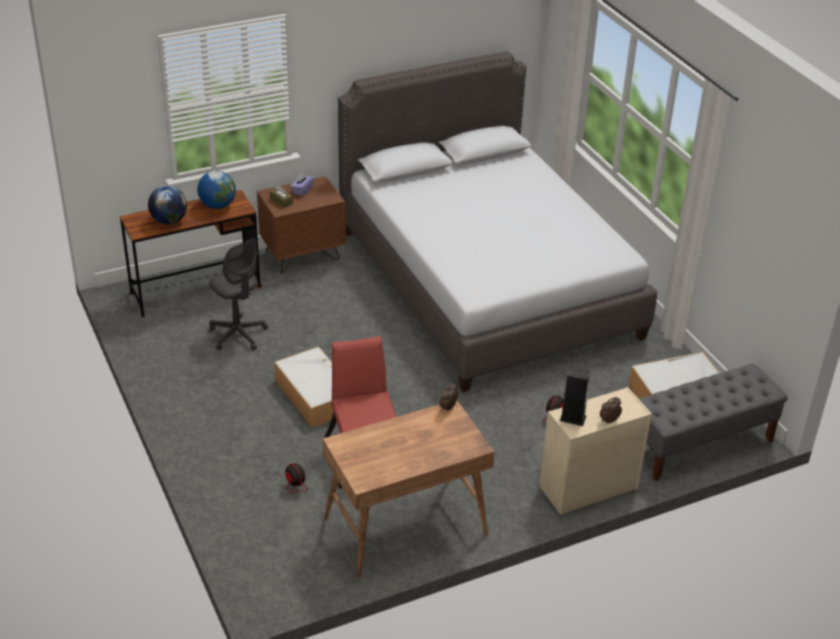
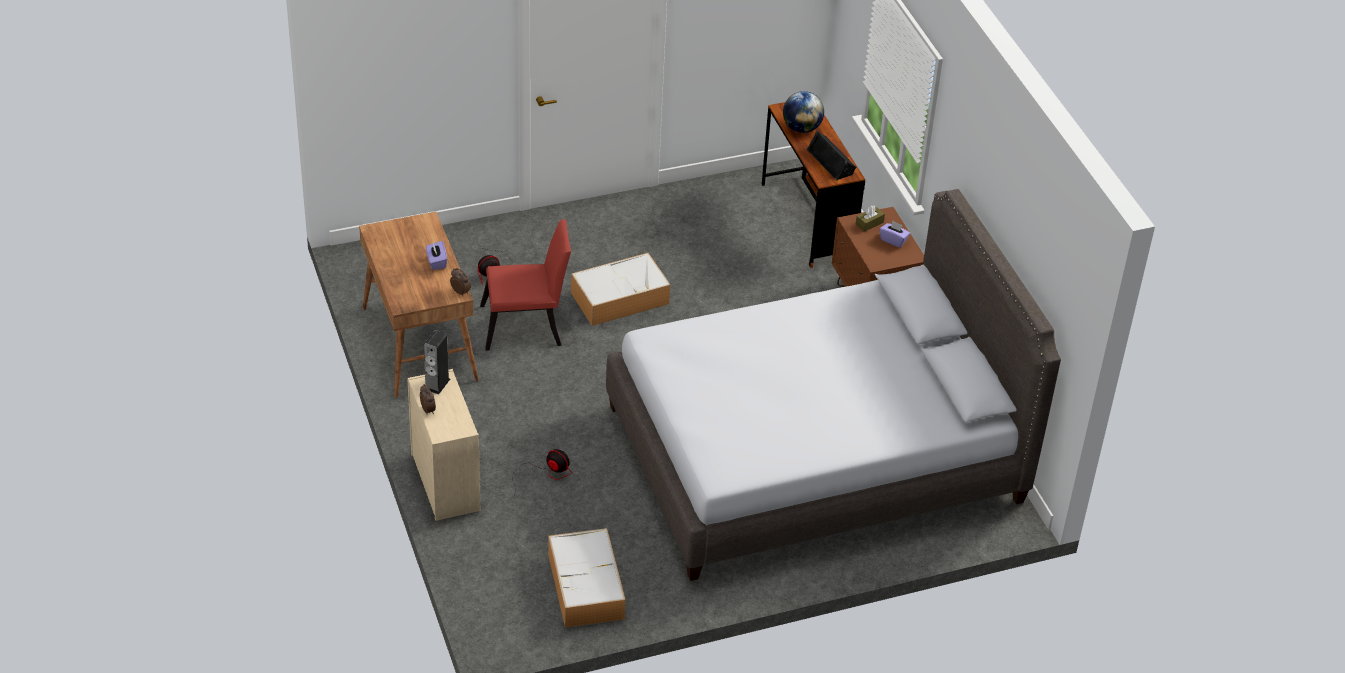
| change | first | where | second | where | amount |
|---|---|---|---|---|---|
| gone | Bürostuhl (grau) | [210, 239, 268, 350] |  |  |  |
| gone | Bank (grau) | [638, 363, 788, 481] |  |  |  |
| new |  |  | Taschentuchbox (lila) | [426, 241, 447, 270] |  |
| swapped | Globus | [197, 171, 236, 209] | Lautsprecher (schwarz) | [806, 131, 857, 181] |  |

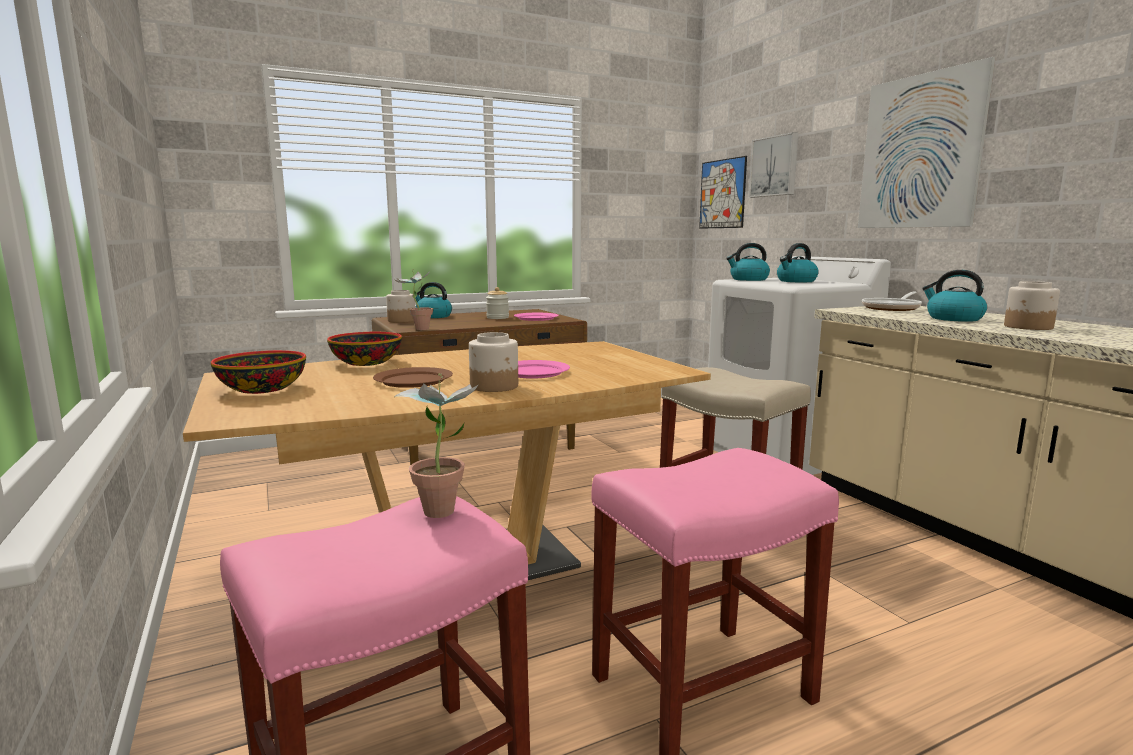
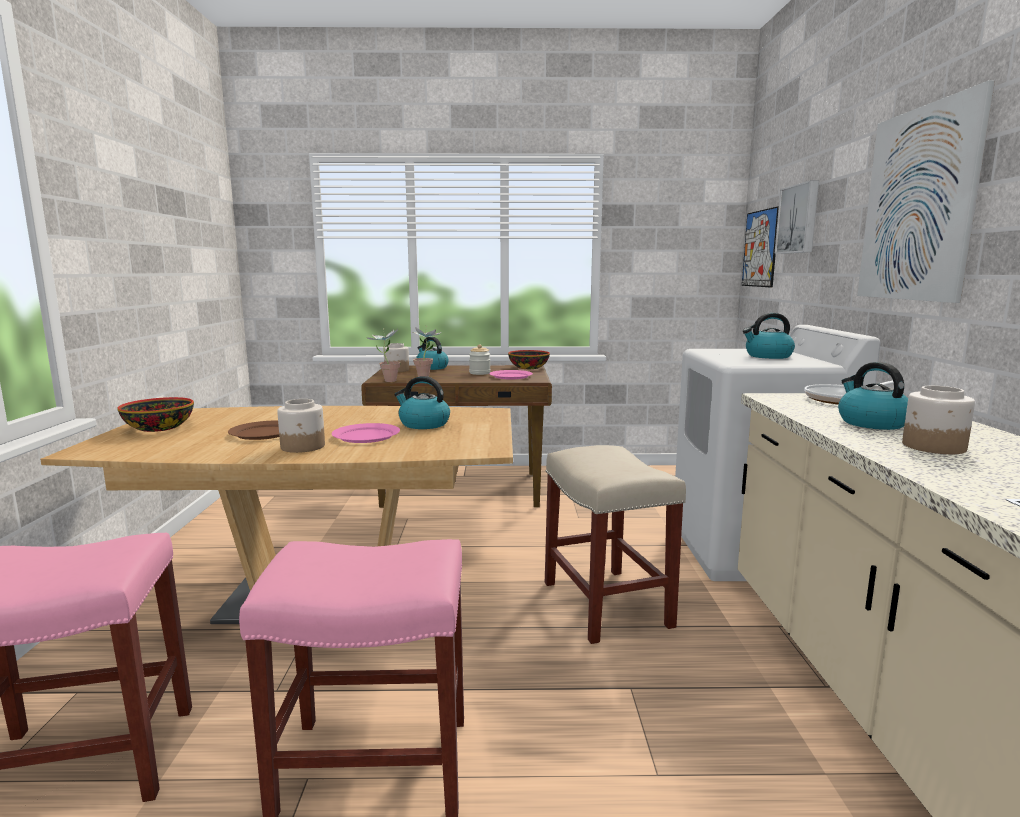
| change | first | where | second | where | amount |
|---|---|---|---|---|---|
| shifted | Schüssel | [327, 332, 402, 366] |  | [508, 350, 550, 369] |  |
| shifted | Topfpflanze | [394, 373, 479, 518] |  | [413, 327, 441, 377] |  |
| shifted | Wasserkessel | [726, 243, 770, 281] |  | [394, 376, 450, 429] |  |

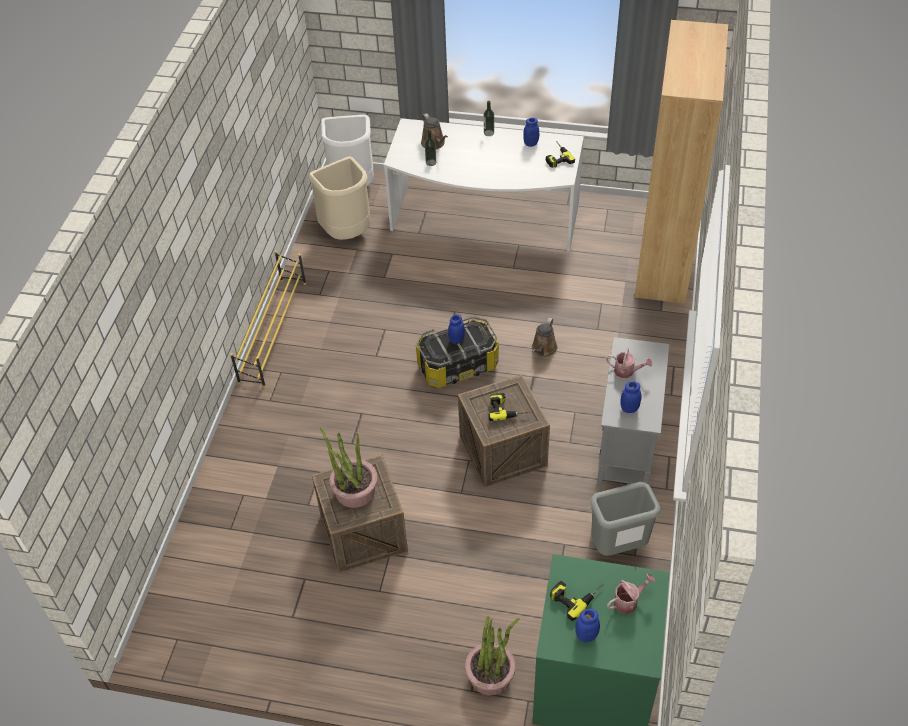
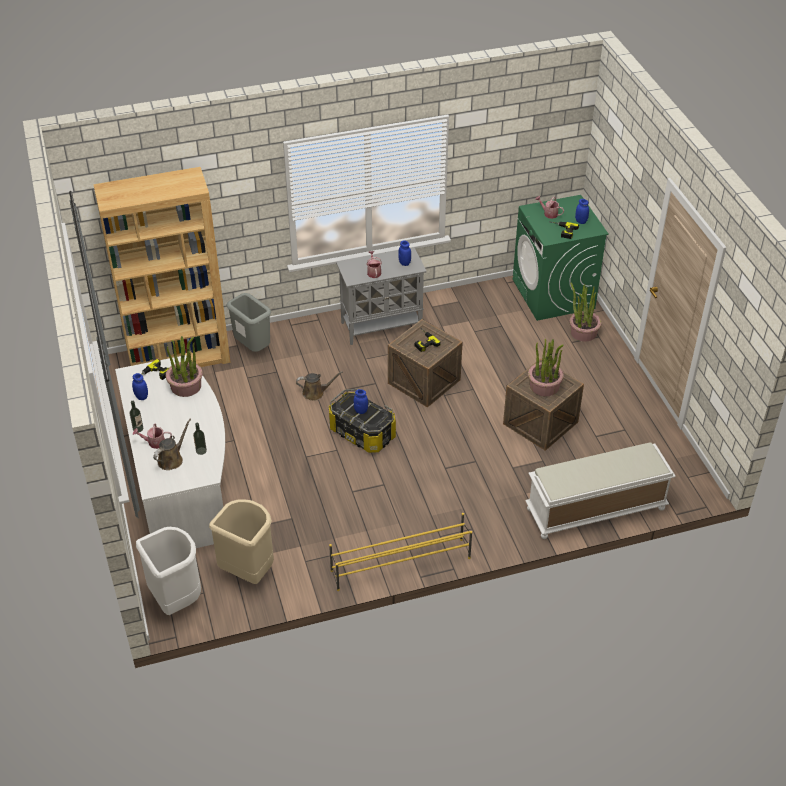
| change | first | where | second | where | amount |
|---|---|---|---|---|---|
| new |  |  | Gießkanne | [133, 423, 172, 449] |  |
| new |  |  | Topfpflanze | [166, 336, 203, 397] |  |
| new |  |  | Bank (weiß) | [525, 443, 676, 539] |  |
| shifted | Mülleimer (grau) | [590, 482, 661, 556] |  | [226, 293, 271, 352] |  |

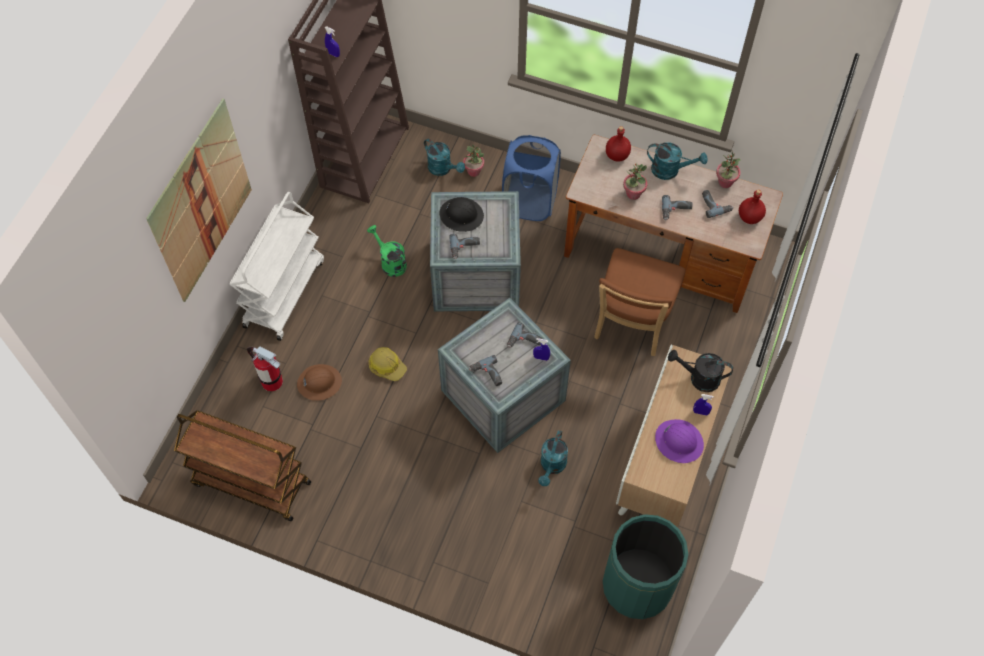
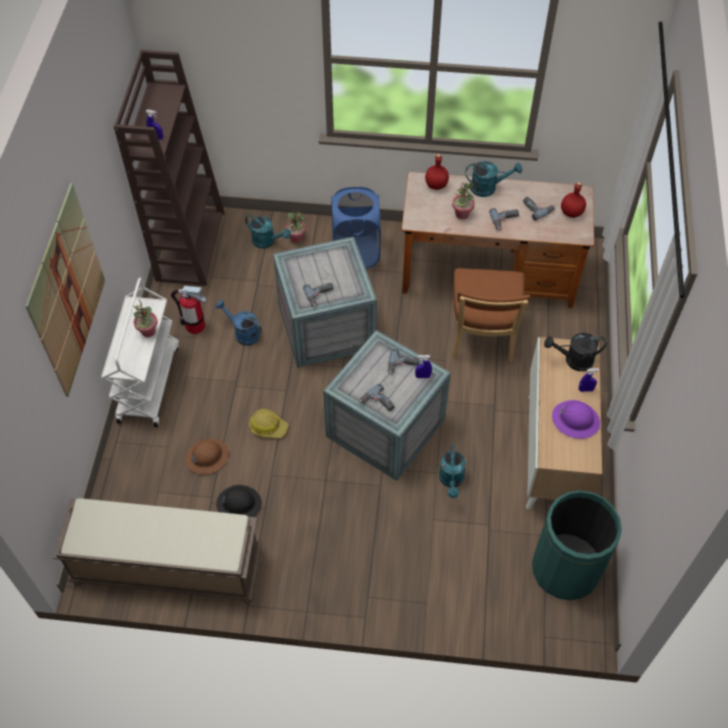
| change | first | where | second | where | amount |
|---|---|---|---|---|---|
| shifted | Feuerlöscher | [247, 346, 283, 391] |  | [171, 286, 206, 334] |  |
| shifted | Schutzhelm (schwarz) | [439, 197, 484, 232] |  | [216, 485, 262, 517] |  |
| shifted | Topfpflanze | [716, 151, 741, 188] |  | [133, 299, 158, 337] |  |
| swapped | Rollwagen (braun) | [174, 410, 311, 521] | Bank (braun) | [53, 498, 262, 603] |  |
| repainted | Gießkanne (grün) | [367, 225, 407, 277] | Gießkanne (blau) | [216, 300, 262, 346] |  |

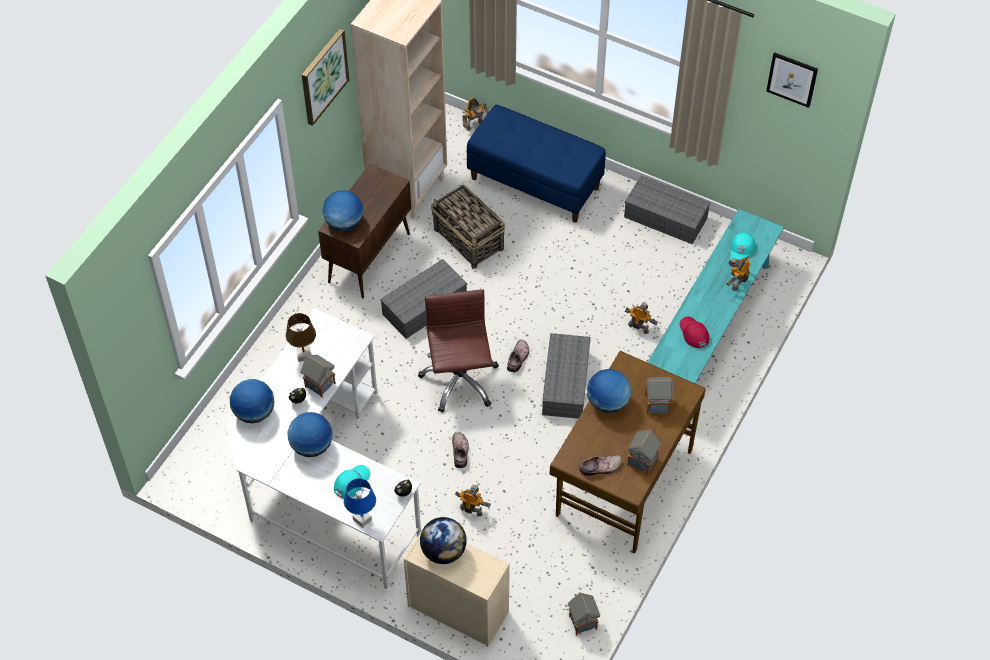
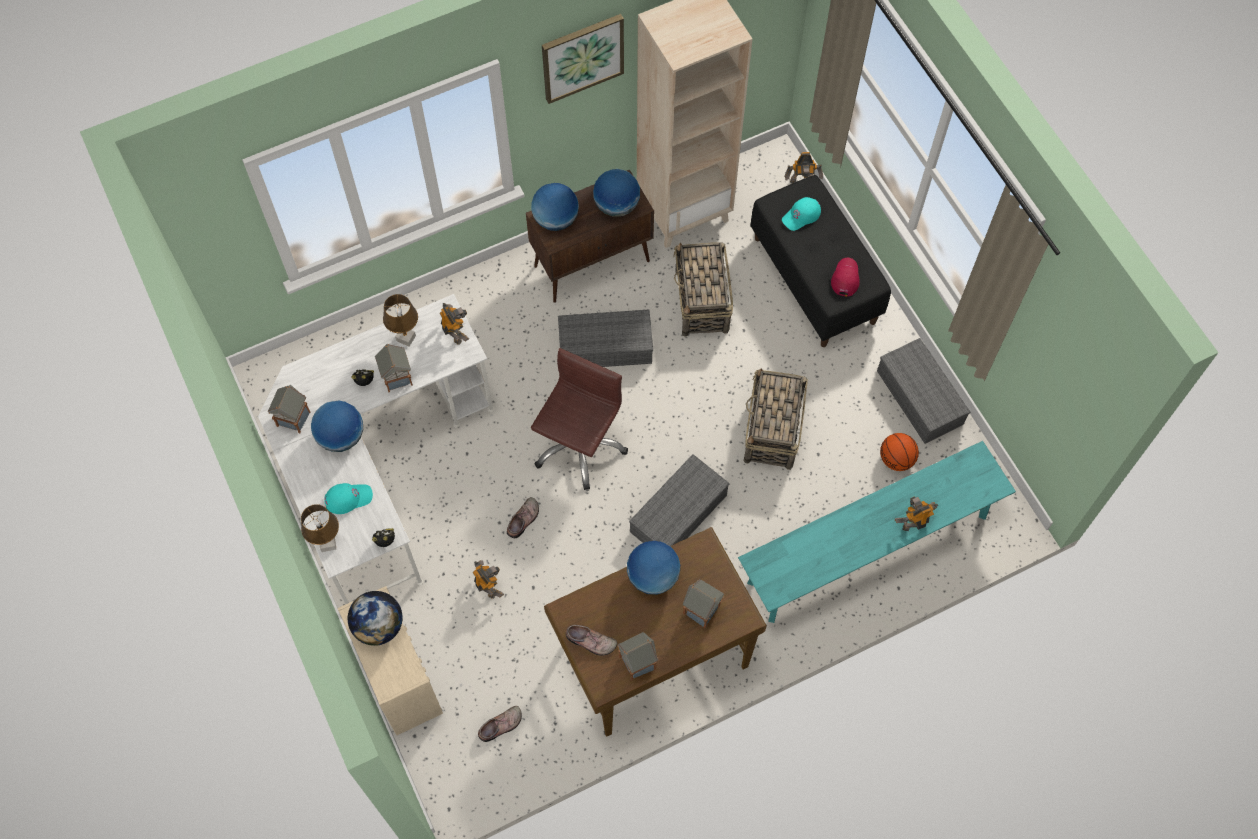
| change | first | where | second | where | amount |
|---|---|---|---|---|---|
| gone | Bild | [766, 52, 818, 108] |  |  |  |
| new |  |  | Korb | [744, 368, 808, 470] |  |
| new |  |  | Basketball | [880, 433, 919, 471] |  |
| shifted | Globus | [230, 379, 274, 424] |  | [593, 169, 640, 217] |  |
| shifted | Schuh | [507, 339, 529, 372] |  | [478, 706, 522, 742] |  |
| shifted | Spielzeughaus | [568, 593, 600, 636] |  | [268, 385, 310, 433] |  |
| shifted | Spielzeugroboter | [625, 302, 658, 334] |  | [440, 303, 469, 345] |  |
| shifted | Kappe (rot) | [680, 316, 709, 348] |  | [831, 258, 860, 296] |  |
| shifted | Kappe (türkis) | [730, 232, 755, 260] |  | [782, 197, 821, 231] |  |
| repainted | Tischlampe (blau) | [344, 478, 376, 528] | Tischlampe (braun) | [301, 504, 339, 552] |  |
| repainted | Bank (blau) | [466, 105, 606, 223] | Bank (schwarz) | [750, 175, 891, 347] |  |

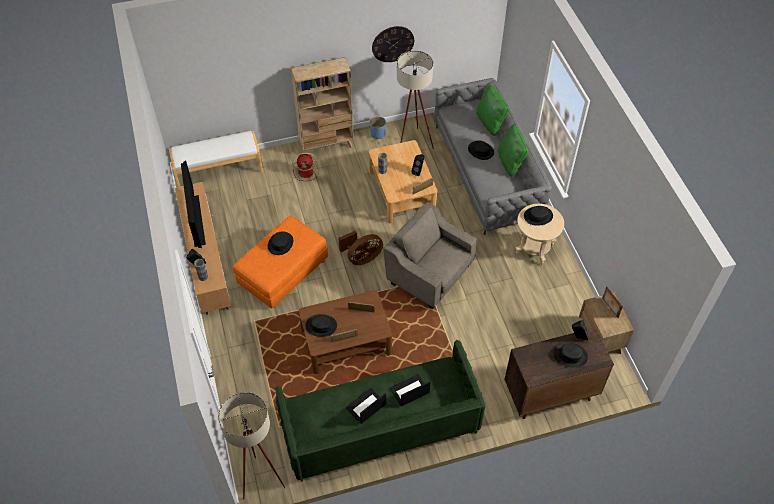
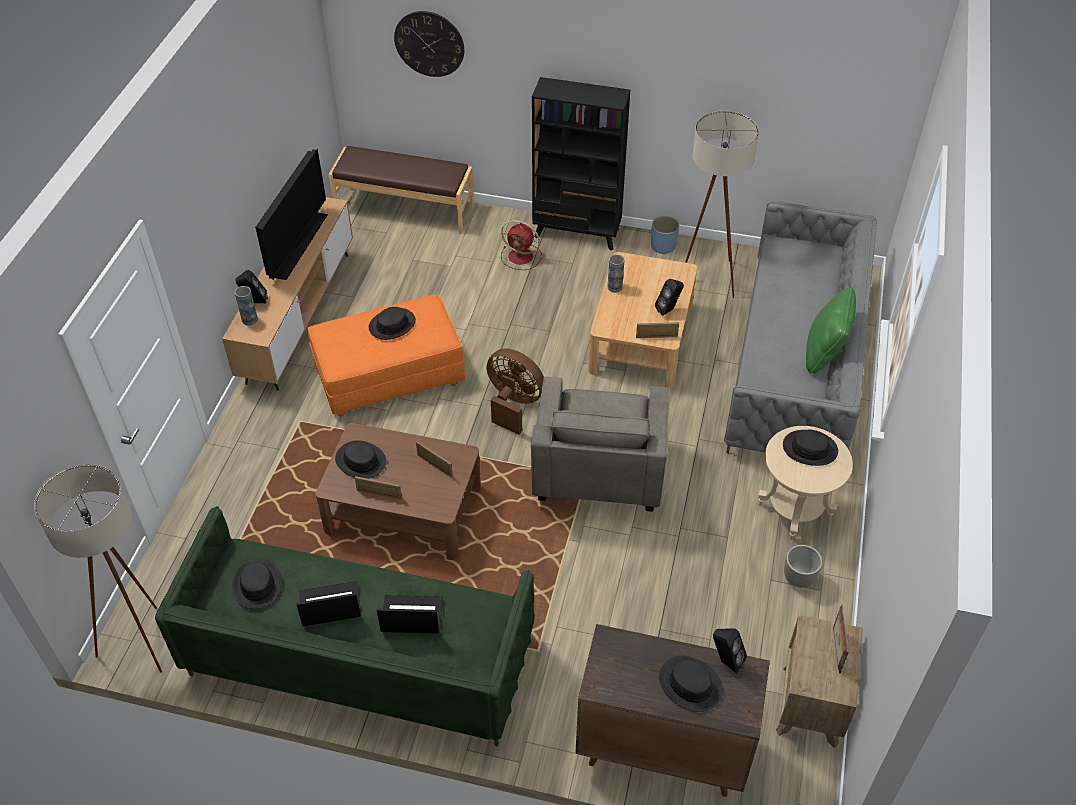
| change | first | where | second | where | amount |
|---|---|---|---|---|---|
| gone | Kissen (grün) | [476, 85, 509, 136] |  |  |  |
| new |  |  | Pflanzkübel | [784, 545, 823, 587] |  |
| shifted | Wanduhr | [372, 26, 414, 62] |  | [394, 11, 464, 77] |  |
| shifted | Hut (schwarz) | [468, 141, 494, 160] |  | [232, 559, 282, 609] |  |
| repainted | Bank (weiß) | [169, 131, 263, 187] | Bank (braun) | [329, 146, 474, 234] |  |
| repainted | Bücherregal (beige) | [291, 57, 354, 153] | Bücherregal (schwarz) | [532, 77, 630, 250] |  |
| rotated | Ventilator (braun) | [339, 231, 383, 265] |  | [486, 348, 544, 435] | 150 degrees counterclockwise |
| rotated | Sessel (grau) | [383, 202, 477, 309] |  | [531, 377, 670, 512] | 150 degrees counterclockwise |

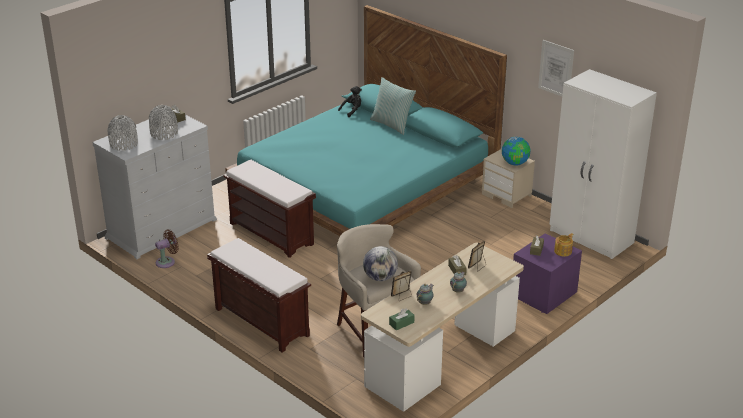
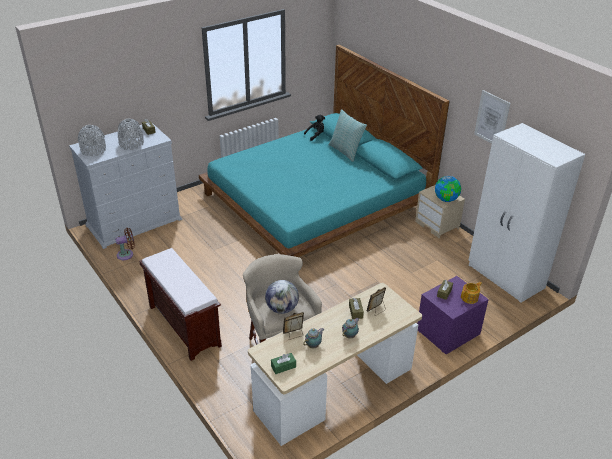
| change | first | where | second | where | amount |
|---|---|---|---|---|---|
| gone | Bank (braun) | [224, 160, 316, 258] |  |  |  |

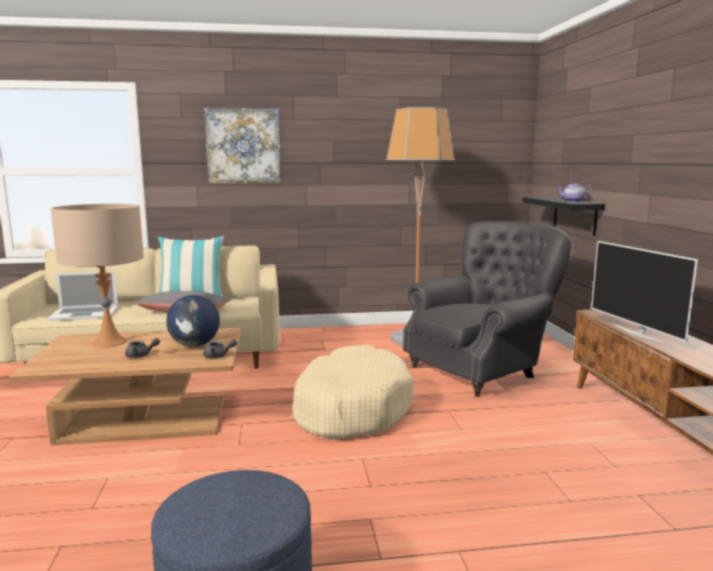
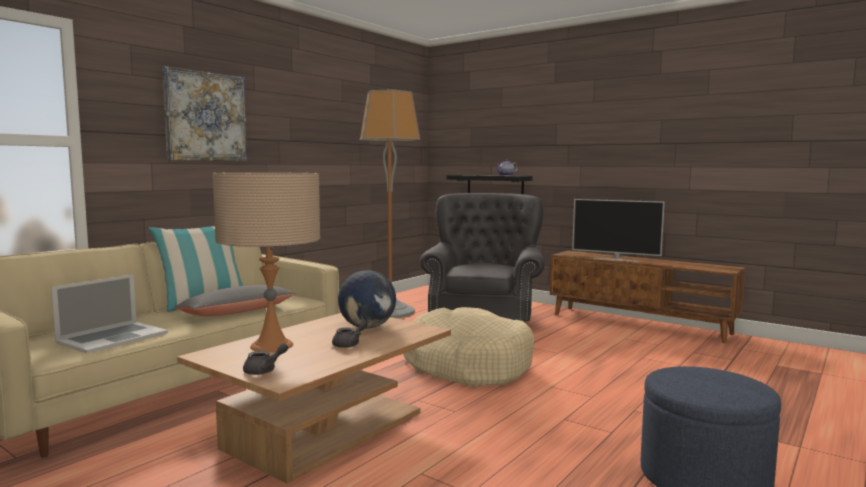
| change | first | where | second | where | amount |
|---|---|---|---|---|---|
| shifted | Teekanne (grau) | [203, 339, 237, 358] |  | [243, 343, 288, 375] |  |

